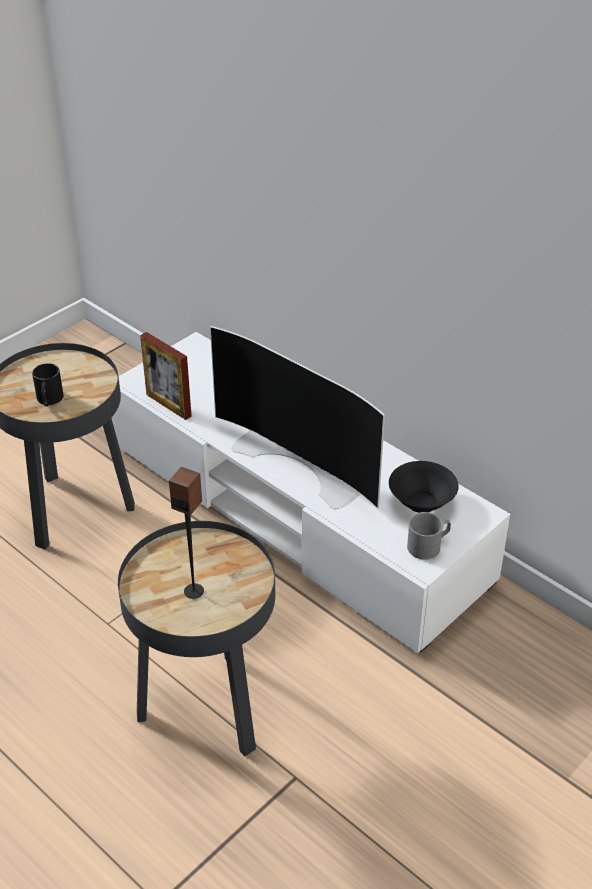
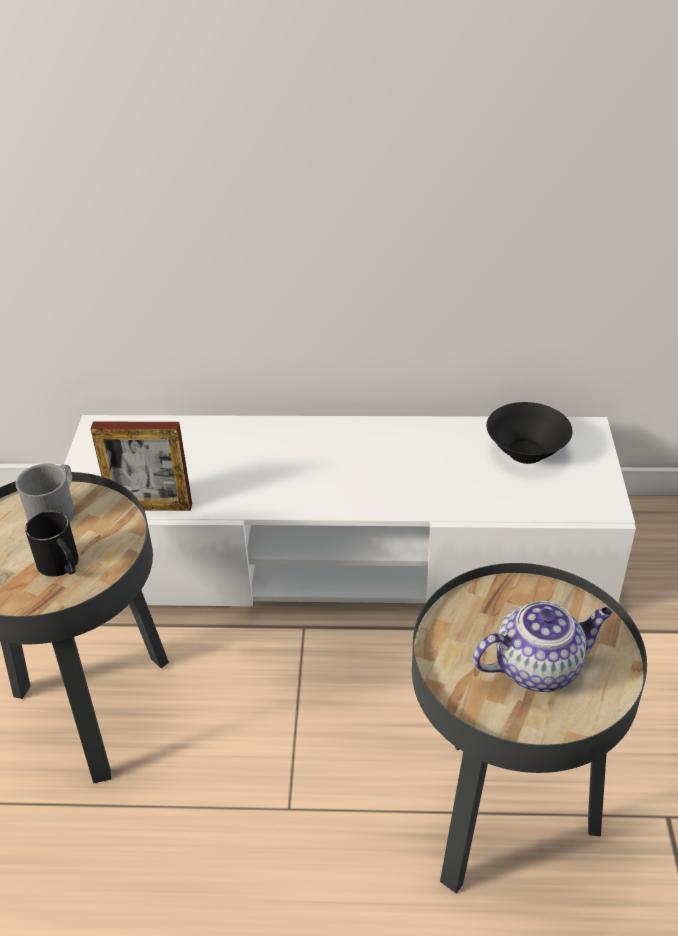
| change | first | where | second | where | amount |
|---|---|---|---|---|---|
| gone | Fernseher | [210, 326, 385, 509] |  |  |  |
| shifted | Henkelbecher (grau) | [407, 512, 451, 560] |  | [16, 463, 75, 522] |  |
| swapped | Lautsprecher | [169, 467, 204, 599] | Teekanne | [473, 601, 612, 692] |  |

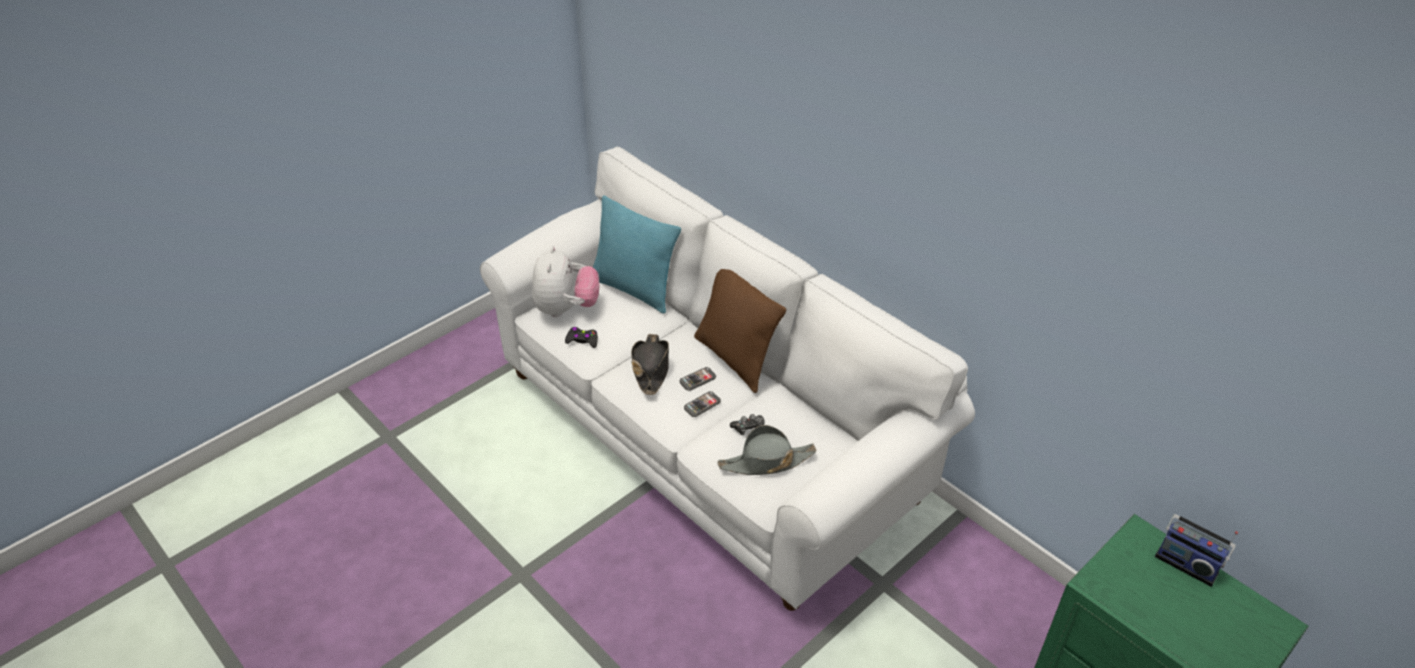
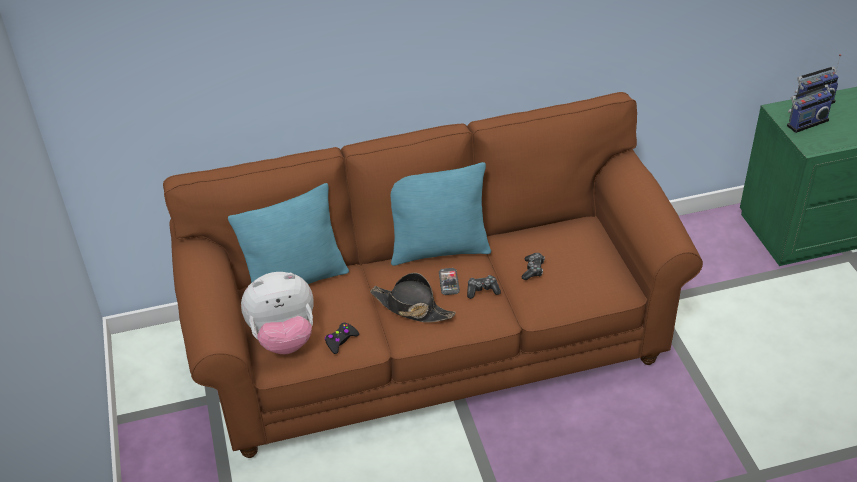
| change | first | where | second | where | amount |
|---|---|---|---|---|---|
| gone | Hut (grau) | [717, 425, 816, 475] |  |  |  |
| new |  |  | Radio | [787, 72, 835, 133] |  |
| swapped | Handy | [684, 391, 721, 417] | Gamepad | [467, 275, 501, 299] |  |
| repainted | Sofa (weiß) | [480, 147, 975, 611] | Sofa (braun) | [163, 92, 703, 458] |  |
| repainted | Kissen (braun) | [694, 269, 786, 393] | Kissen (türkis) | [391, 162, 491, 266] |  |
| rotated | Plüschtier | [532, 246, 599, 317] |  | [241, 272, 314, 354] | 135 degrees clockwise |

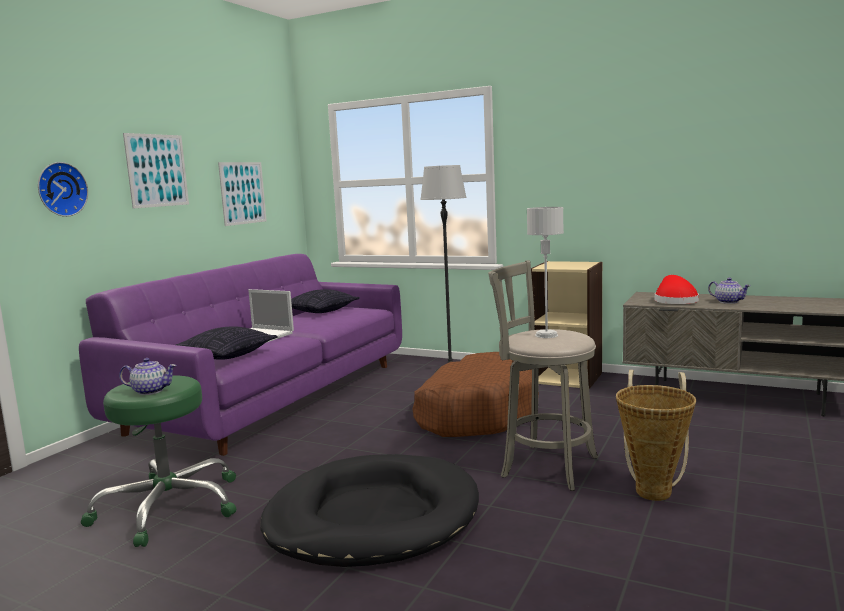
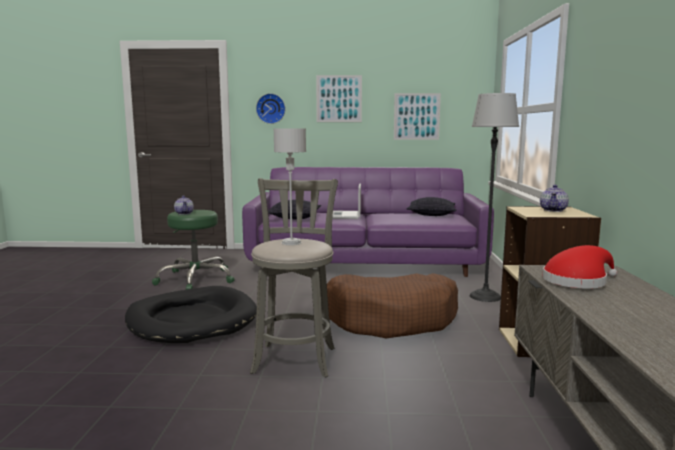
| change | first | where | second | where | amount |
|---|---|---|---|---|---|
| gone | Korb | [616, 370, 696, 501] |  |  |  |
| shifted | Teekanne | [708, 278, 751, 304] |  | [540, 185, 569, 212] |  |

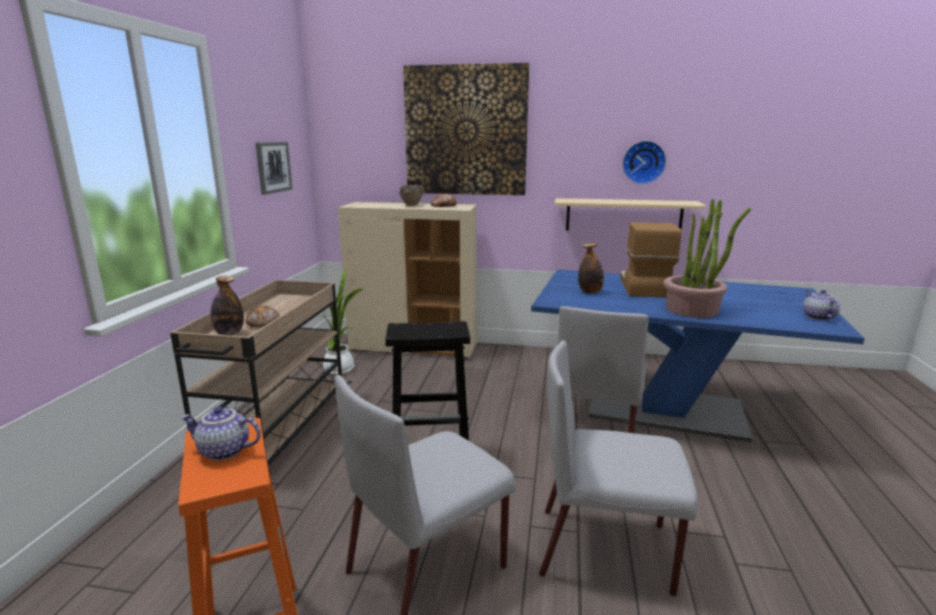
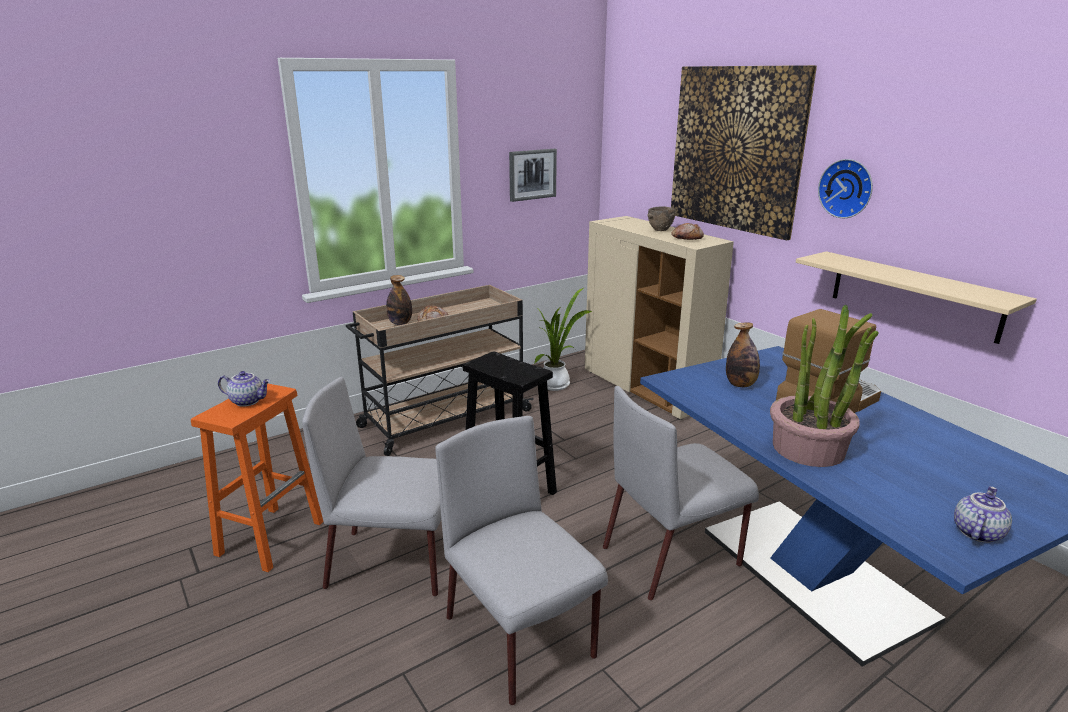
| change | first | where | second | where | amount |
|---|---|---|---|---|---|
| shifted | Wanduhr | [622, 141, 666, 184] |  | [818, 159, 873, 218] |  |
| rotated | Teekanne | [181, 407, 261, 461] |  | [218, 371, 270, 407] | 135 degrees clockwise |

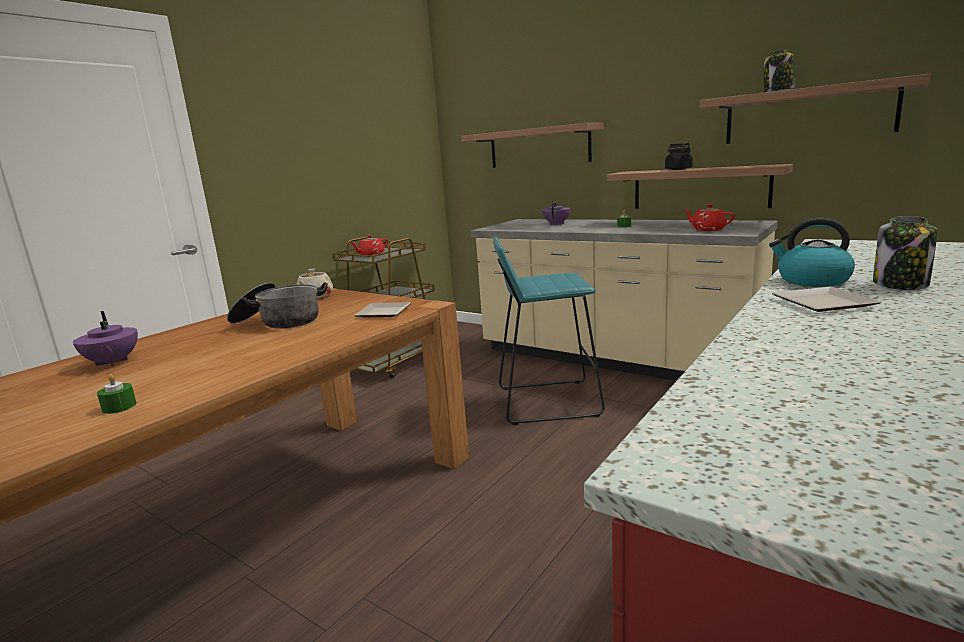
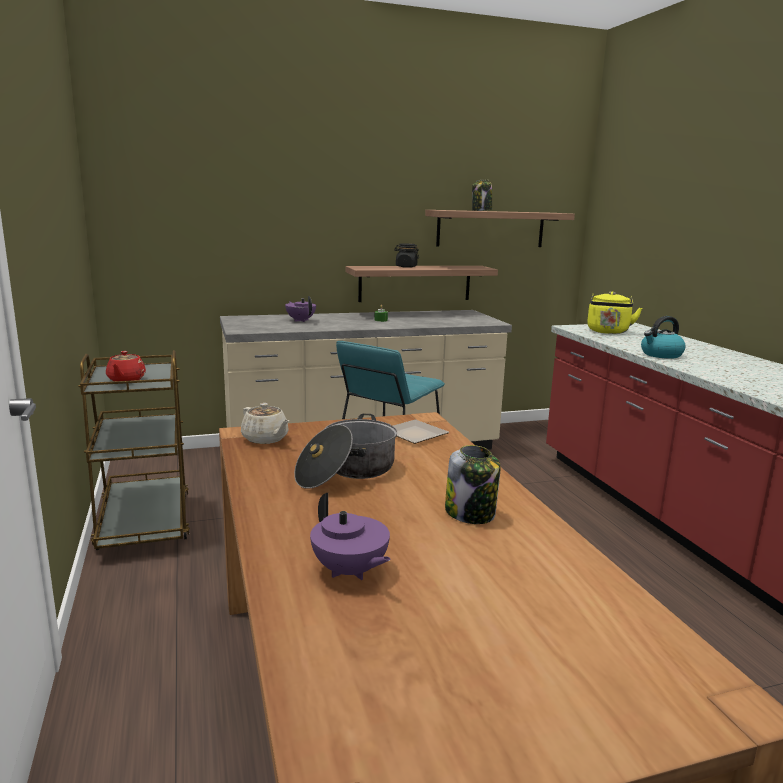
| change | first | where | second | where | amount |
|---|---|---|---|---|---|
| gone | Kerze (grün) | [97, 374, 136, 414] |  |  |  |
| gone | Wandregal | [461, 123, 604, 168] |  |  |  |
| gone | Teekanne (rot) | [683, 204, 735, 231] |  |  |  |
| gone | Teller | [772, 287, 881, 312] |  |  |  |
| new |  |  | Wasserkessel (gelb) | [587, 291, 642, 334] |  |
| shifted | Vorratsglas | [873, 216, 937, 290] |  | [445, 445, 500, 524] |  |
| rotated | Teekanne (lila) | [73, 311, 138, 366] |  | [310, 493, 391, 580] | 45 degrees clockwise |

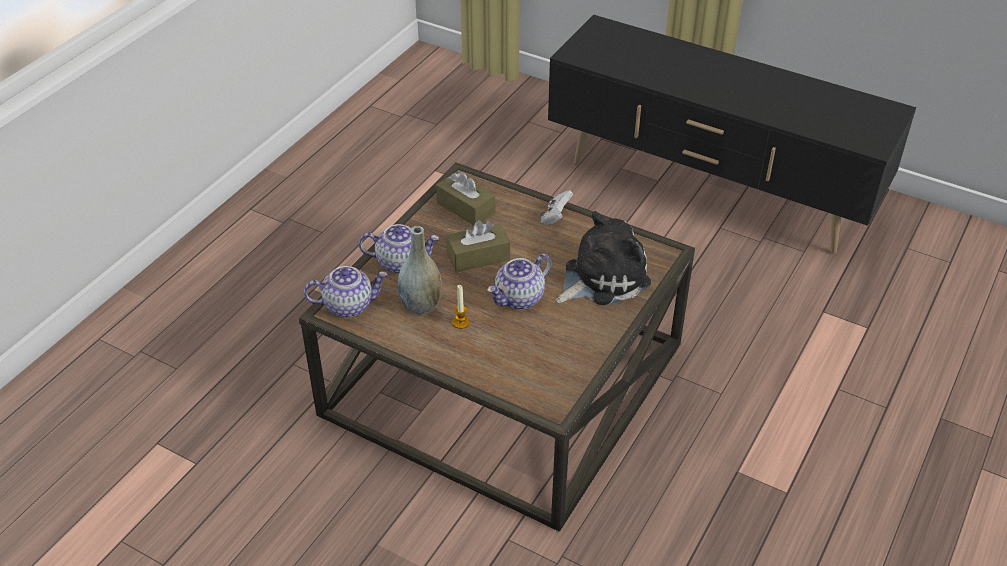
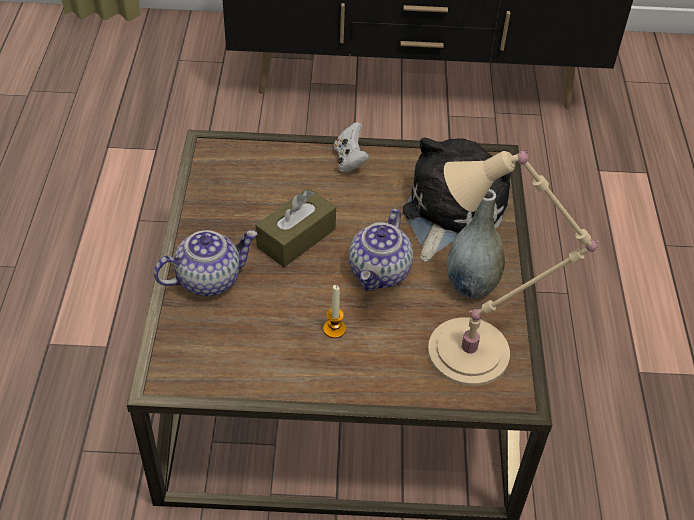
| change | first | where | second | where | amount |
|---|---|---|---|---|---|
| gone | Teekanne | [304, 266, 388, 317] |  |  |  |
| gone | Taschentuchbox (braun) | [436, 171, 495, 226] |  |  |  |
| new |  |  | Tischlampe (beige) | [428, 149, 599, 386] |  |
| shifted | Vase (grau) | [398, 226, 442, 315] |  | [447, 189, 505, 299] |  |

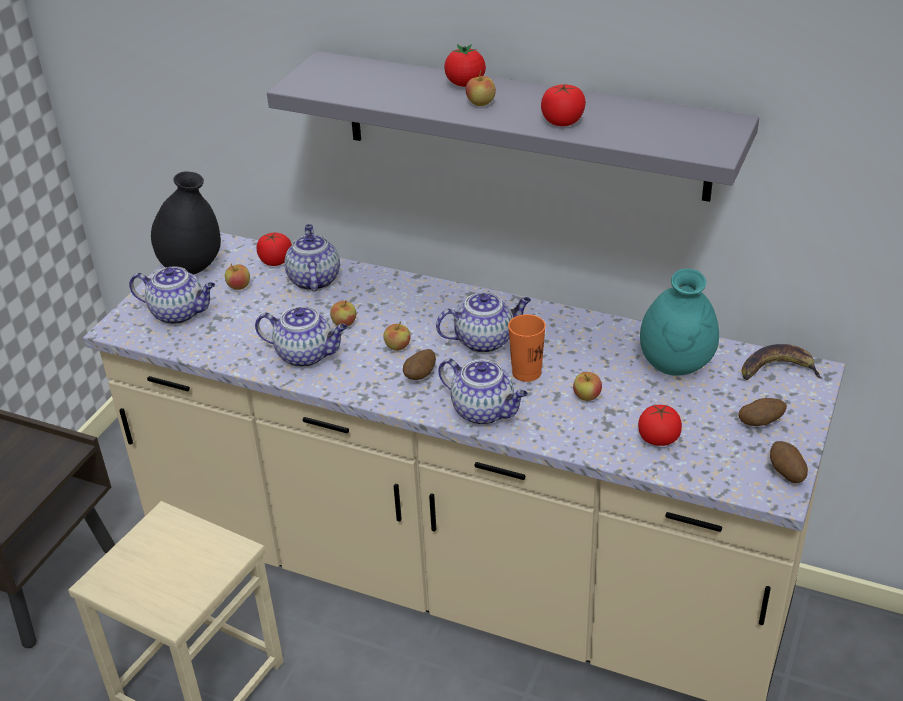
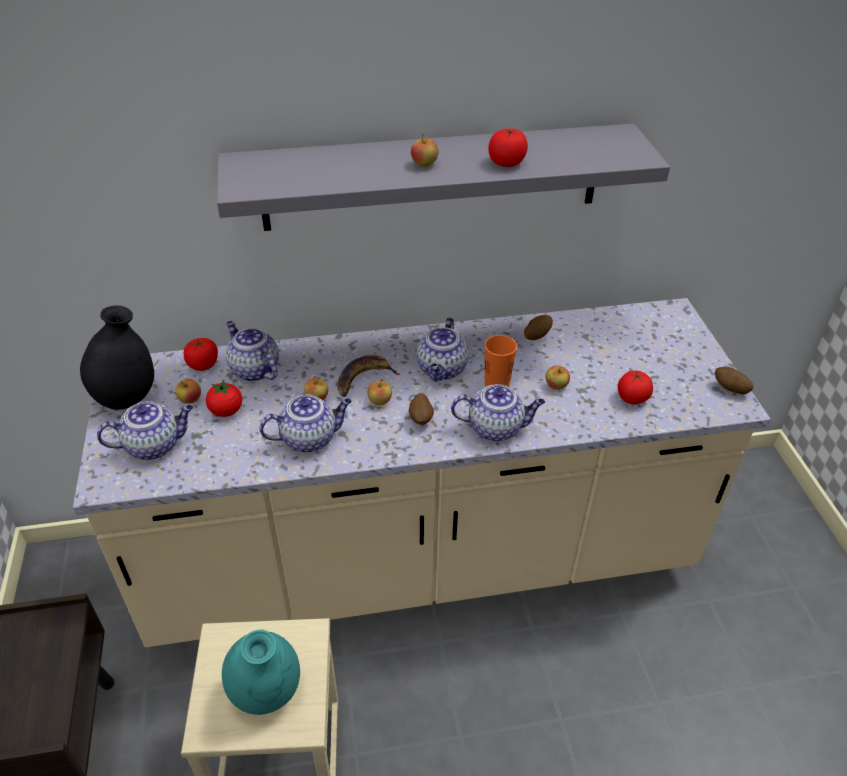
| change | first | where | second | where | amount |
|---|---|---|---|---|---|
| shifted | Tomate | [444, 44, 486, 87] |  | [206, 380, 242, 417] |  |
| shifted | Vase (türkis) | [640, 268, 719, 376] |  | [222, 630, 300, 715] |  |
| shifted | Kartoffel | [739, 398, 787, 426] |  | [524, 315, 553, 340] |  |
| shifted | Banane | [742, 344, 823, 380] |  | [337, 355, 400, 397] |  |
| rotated | Teekanne | [436, 292, 531, 353] |  | [417, 317, 469, 382] | 150 degrees clockwise |

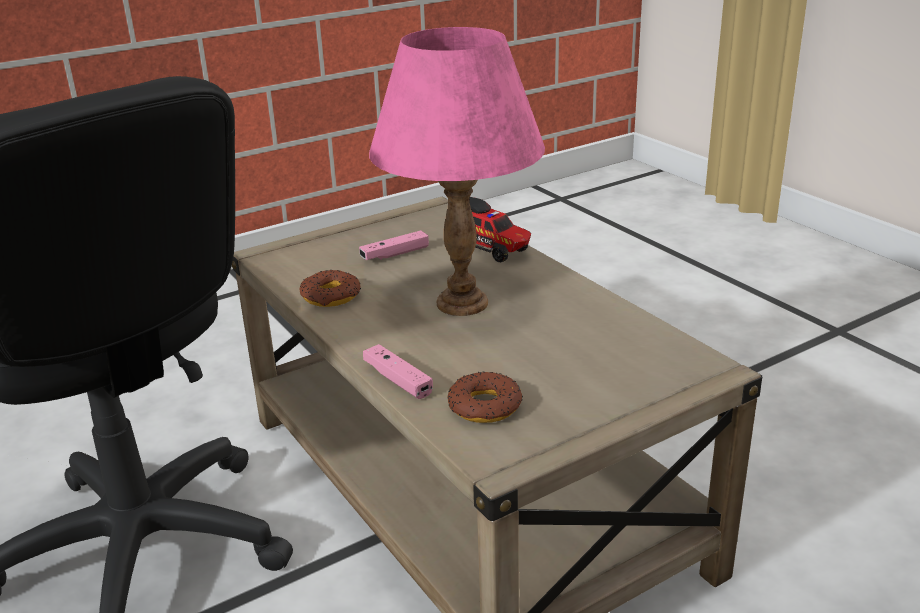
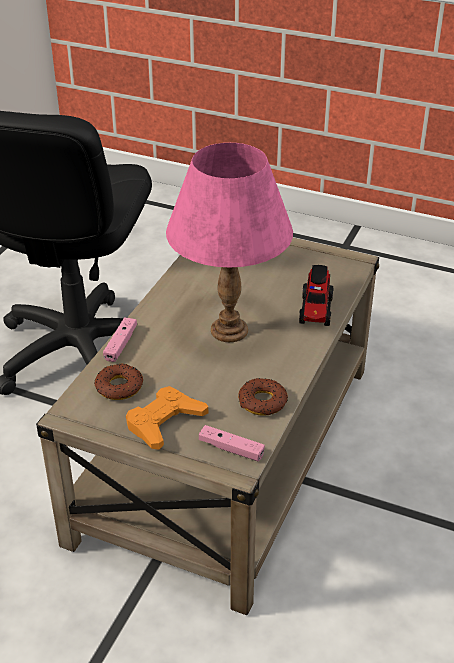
| change | first | where | second | where | amount |
|---|---|---|---|---|---|
| new |  |  | Gamepad (orange) | [126, 386, 208, 450] |  |
| shifted | Donut | [299, 270, 361, 307] |  | [238, 378, 288, 416] |  |
| shifted | Gamepad (rosa) | [359, 231, 429, 260] |  | [199, 425, 265, 462] |  |

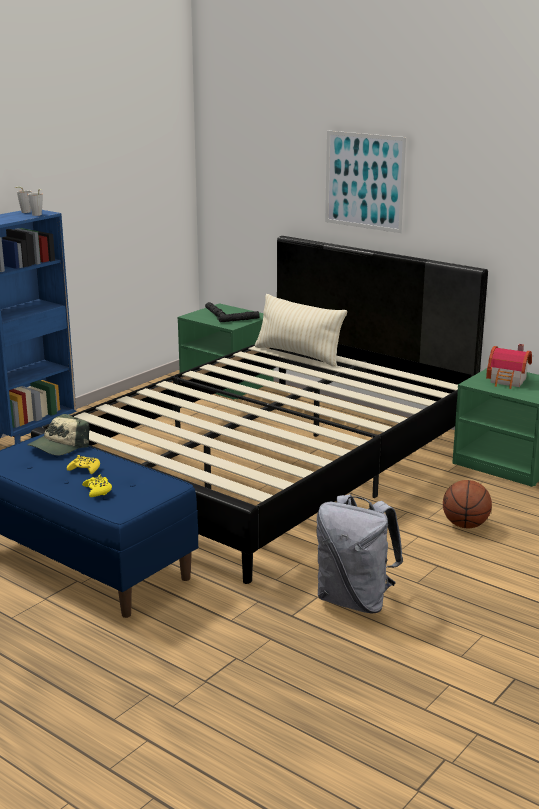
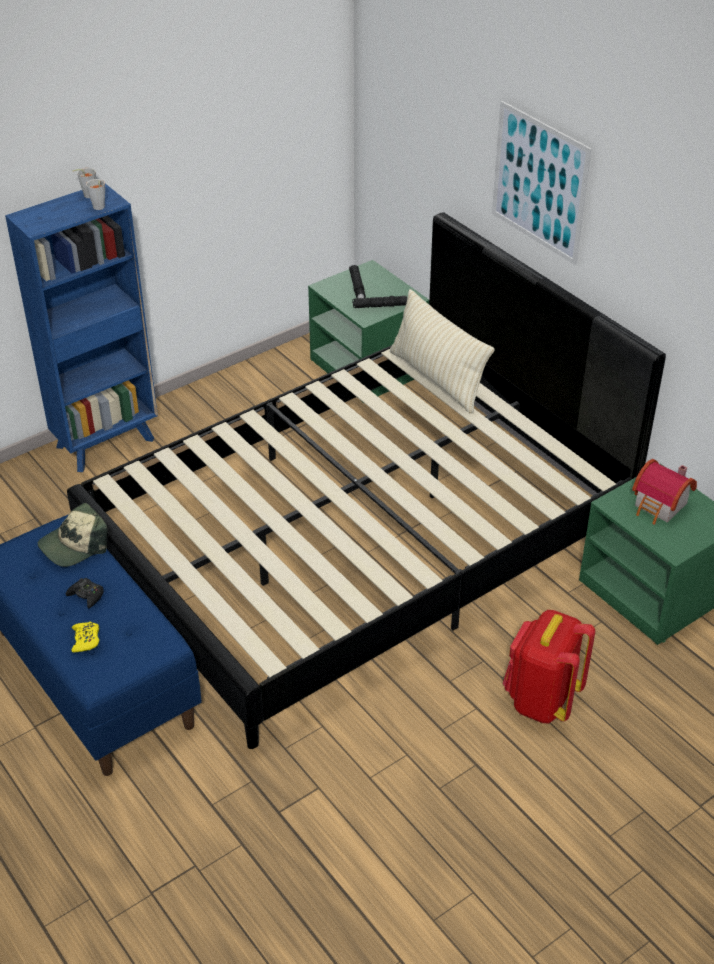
| change | first | where | second | where | amount |
|---|---|---|---|---|---|
| gone | Rucksack (grau) | [316, 494, 403, 614] |  |  |  |
| swapped | Basketball | [443, 480, 492, 528] | Rucksack (rot) | [503, 610, 595, 723] |  |
| repainted | Gamepad (gelb) | [67, 455, 100, 474] | Gamepad (schwarz) | [66, 578, 104, 608] |  |

